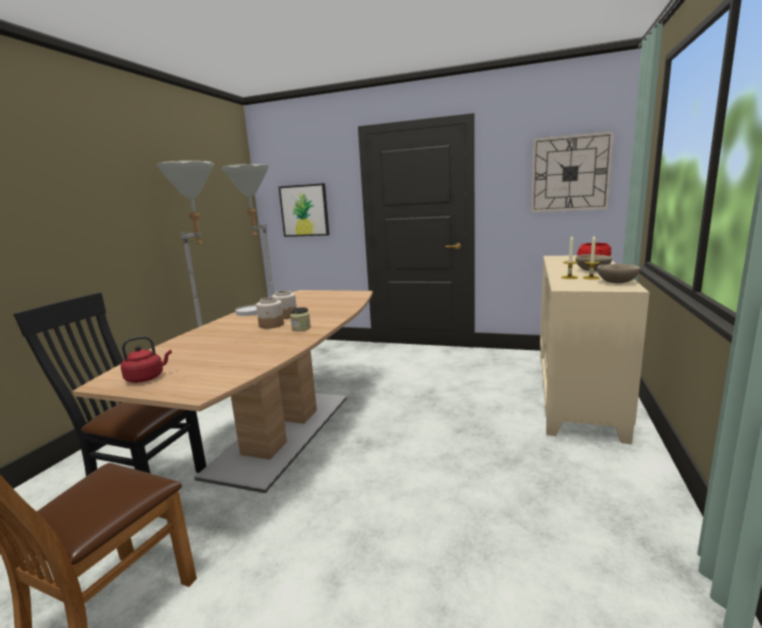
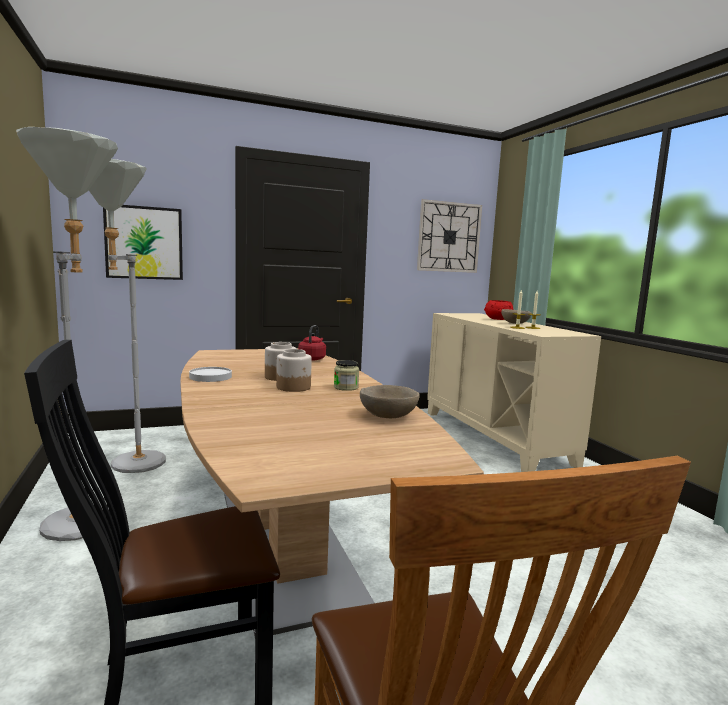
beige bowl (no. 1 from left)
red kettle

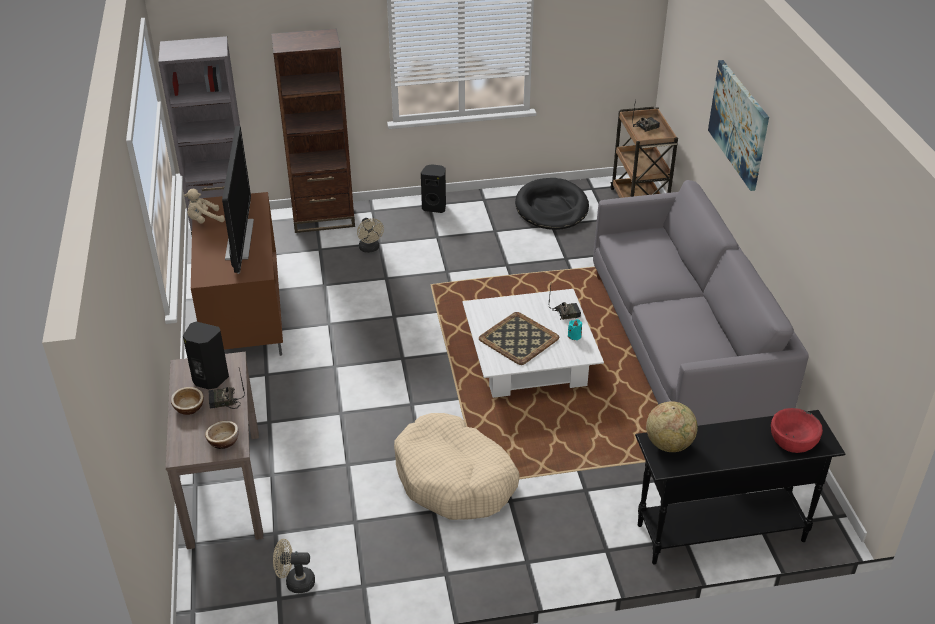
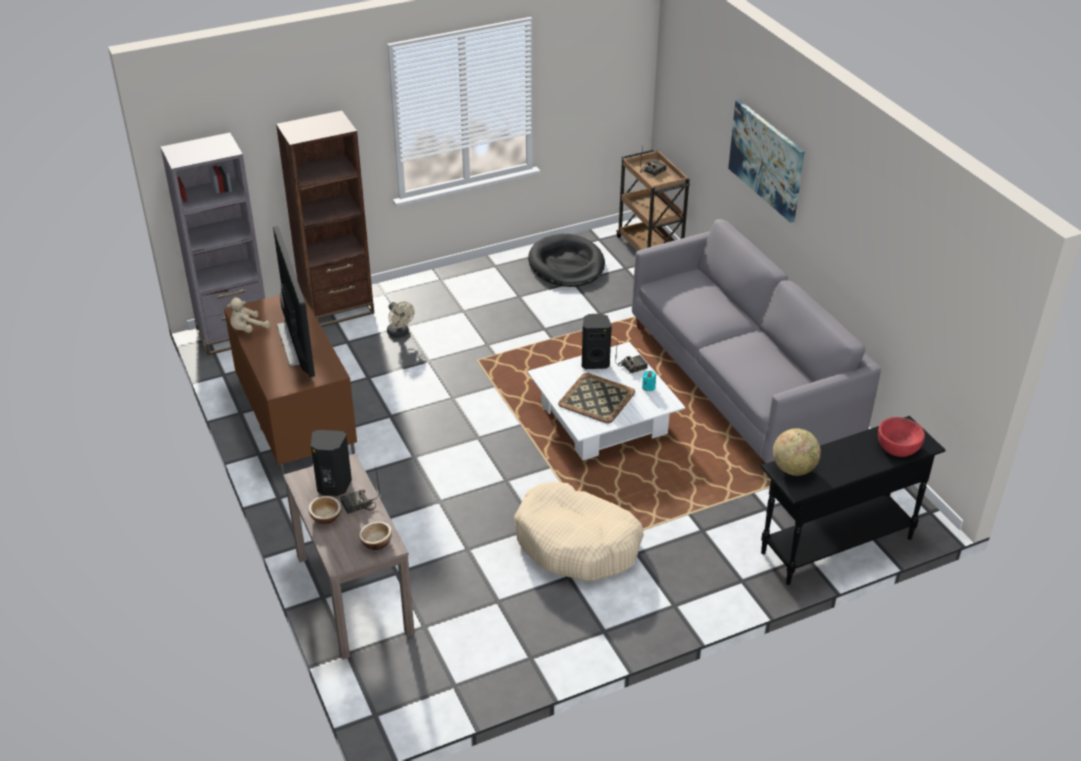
black speaker (no. 2 from left)
beige fan (no. 1 from left in the first image)

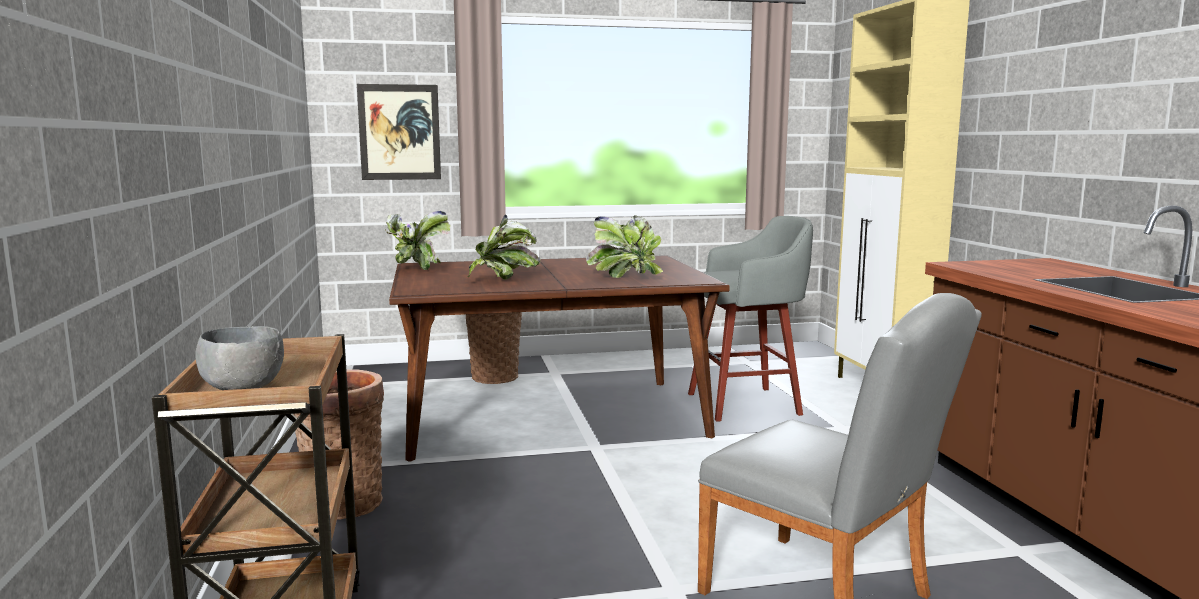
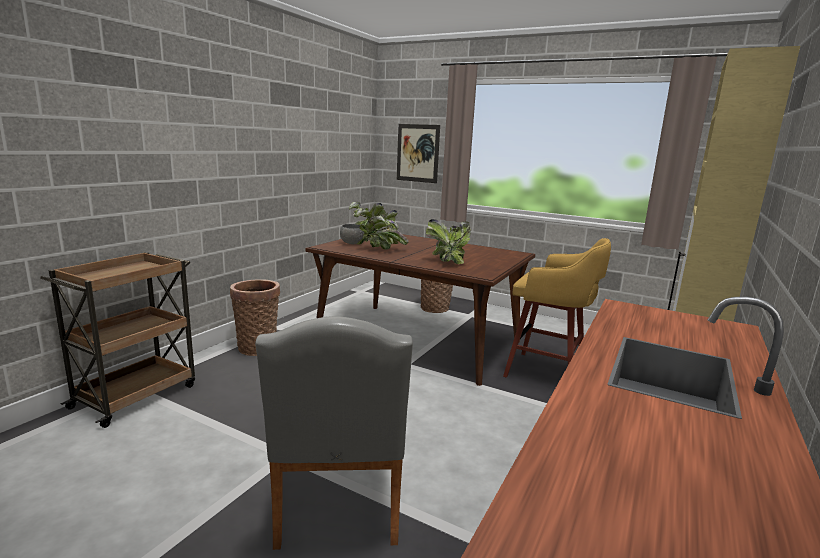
yellow stool
grey bowl

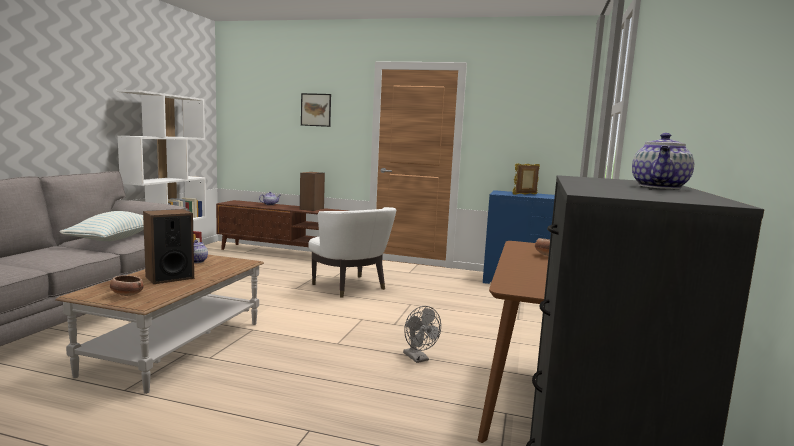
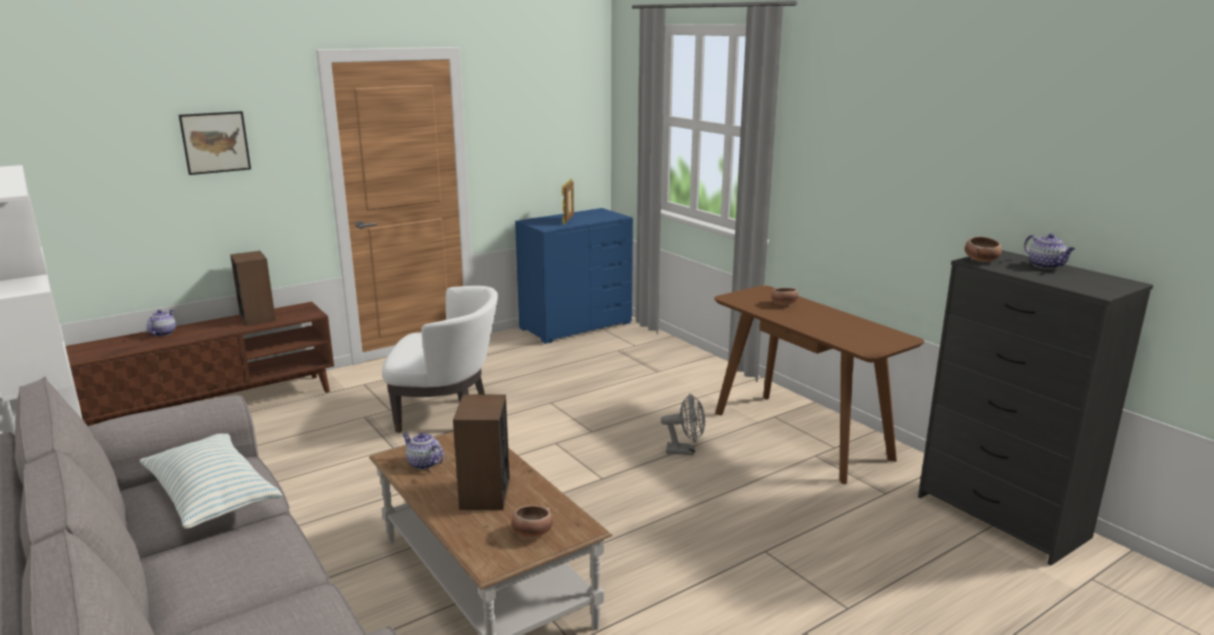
bowl (no. 3 from left)

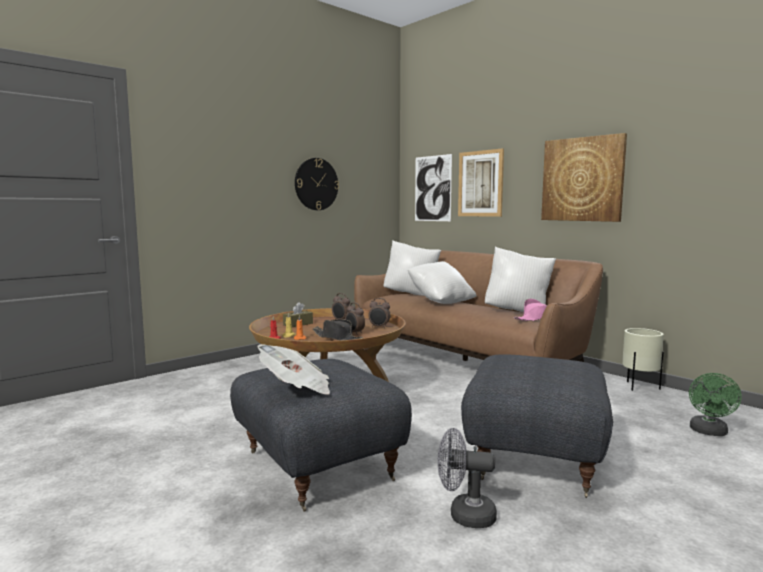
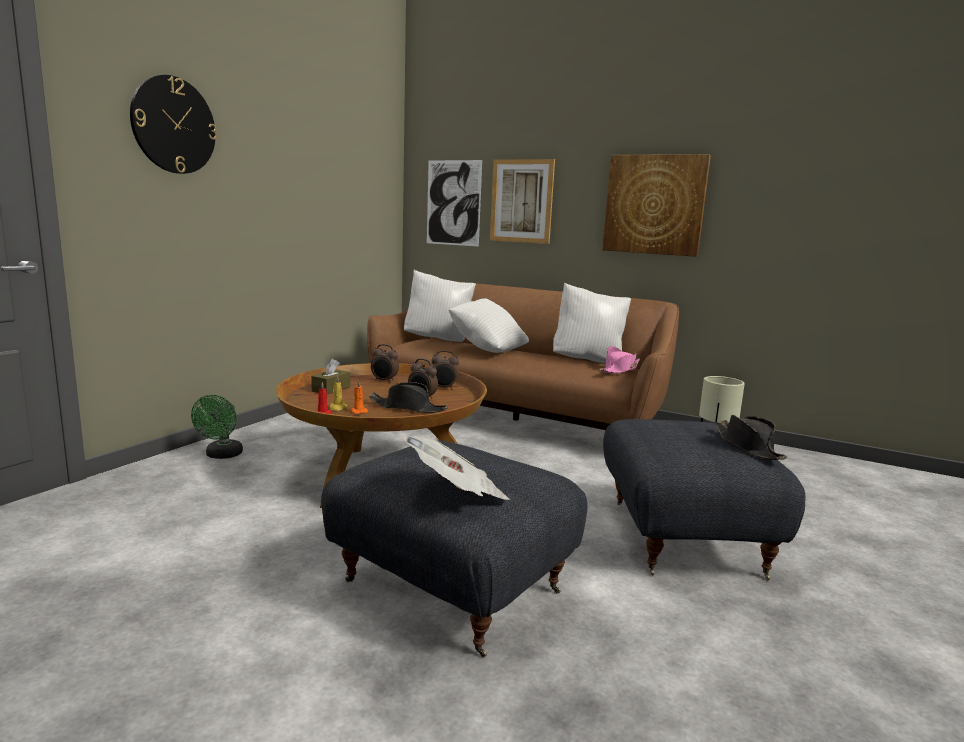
wall clock
green fan
grey fan
black hat (no. 2 from left)

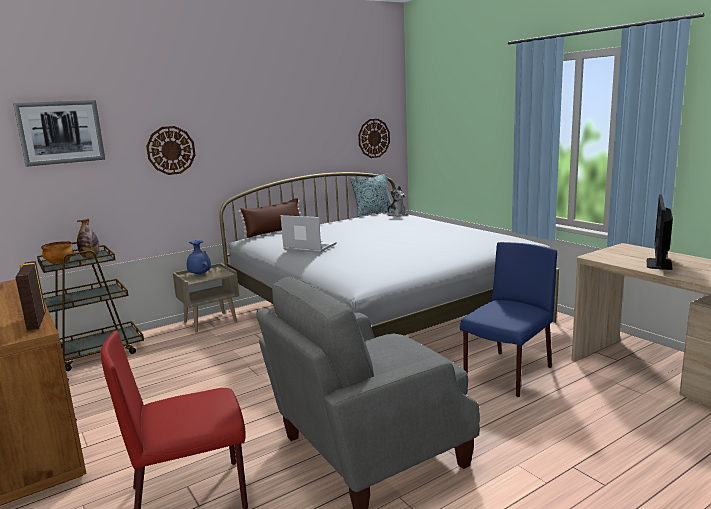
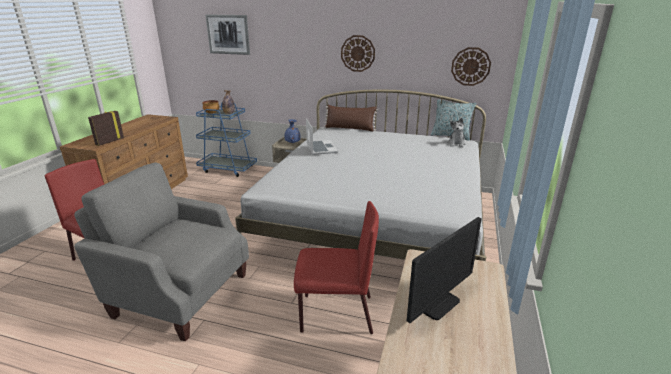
wall clock (no. 1 from left)
monitor
blue cart
red chair (no. 2 from left)

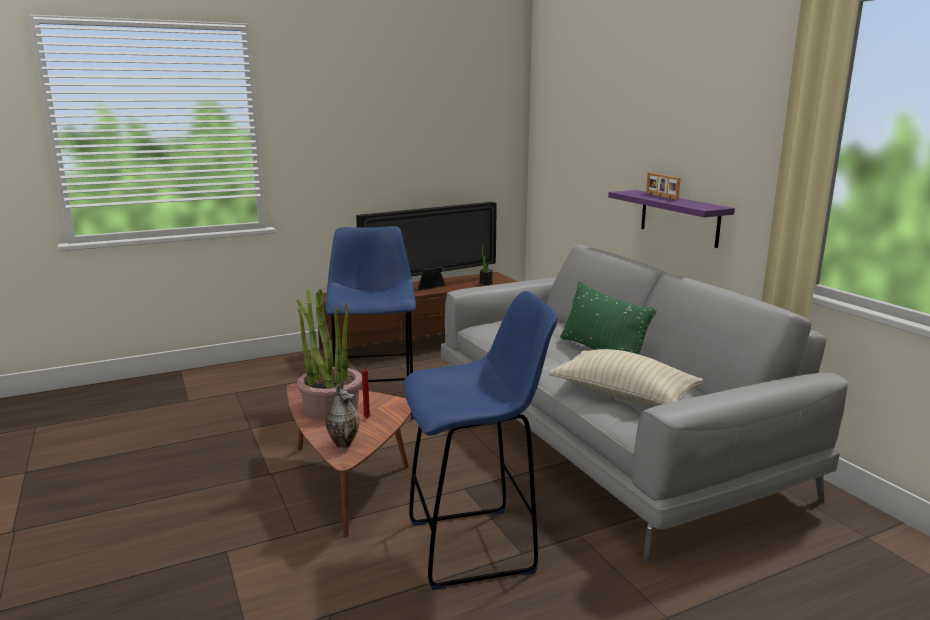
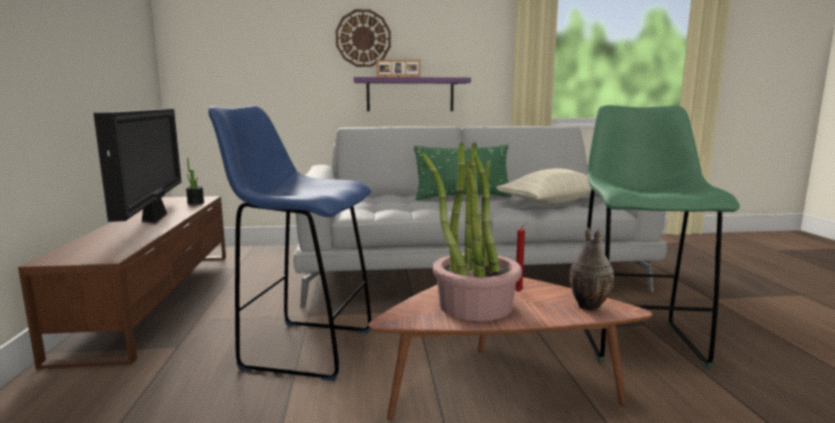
green stool
wall clock

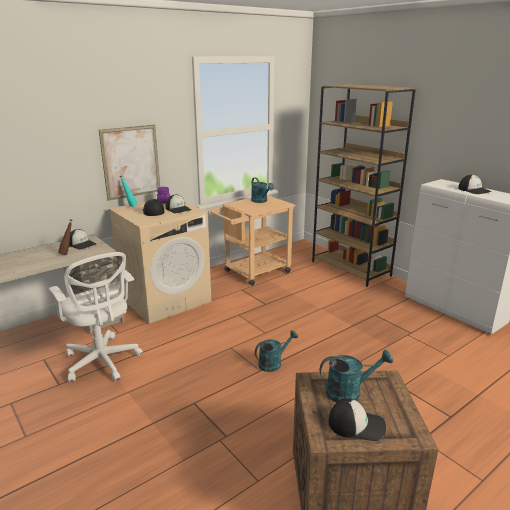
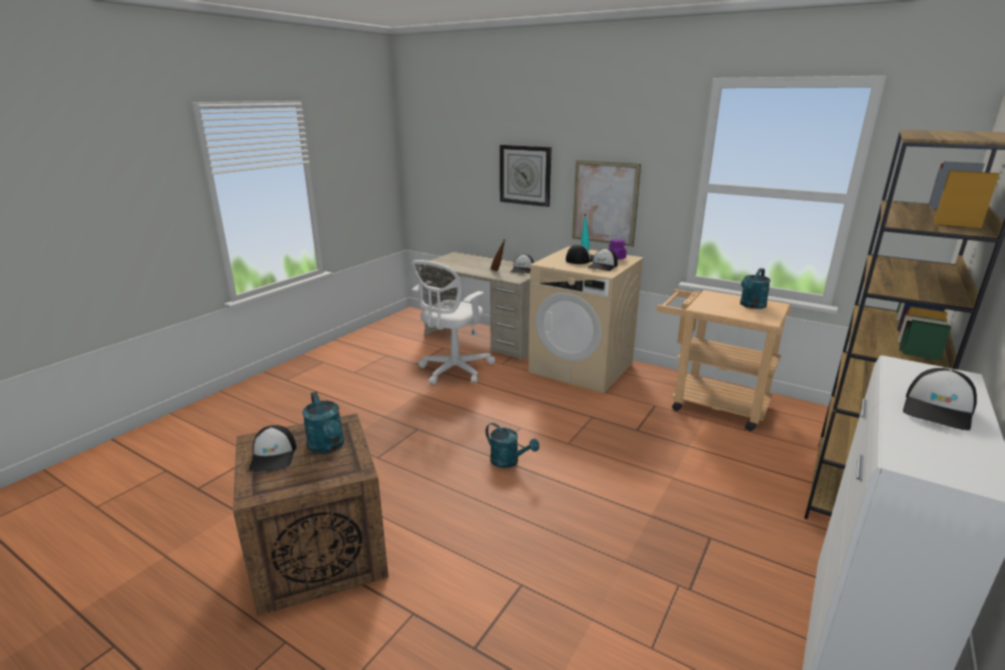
wall clock

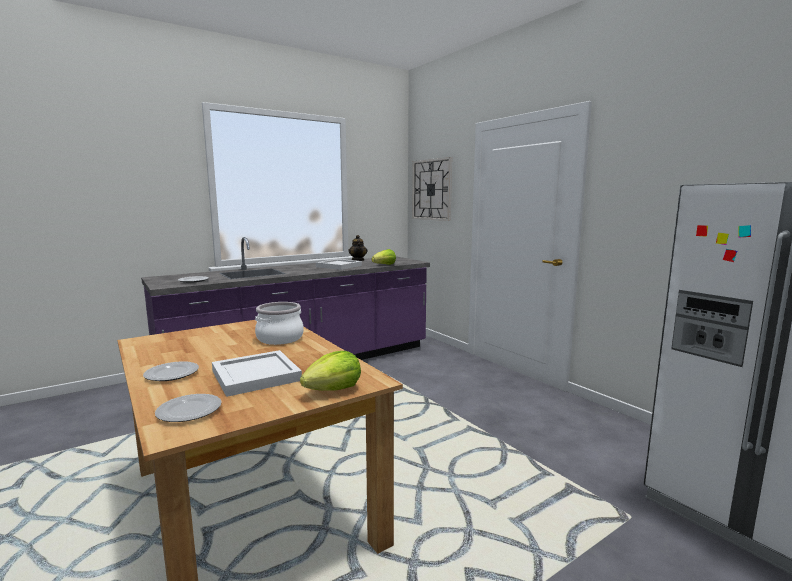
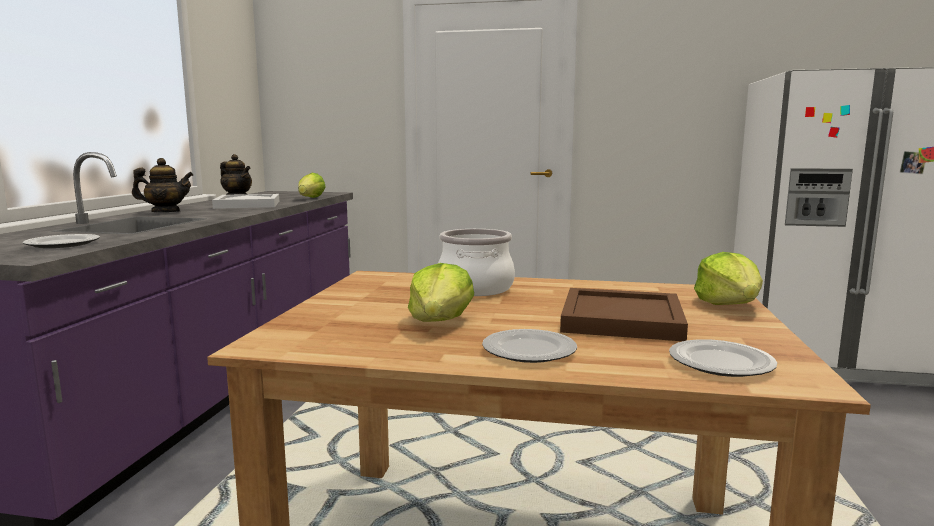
wall clock
brown tray
teapot (no. 1 from left)
lettuce (no. 2 from left)

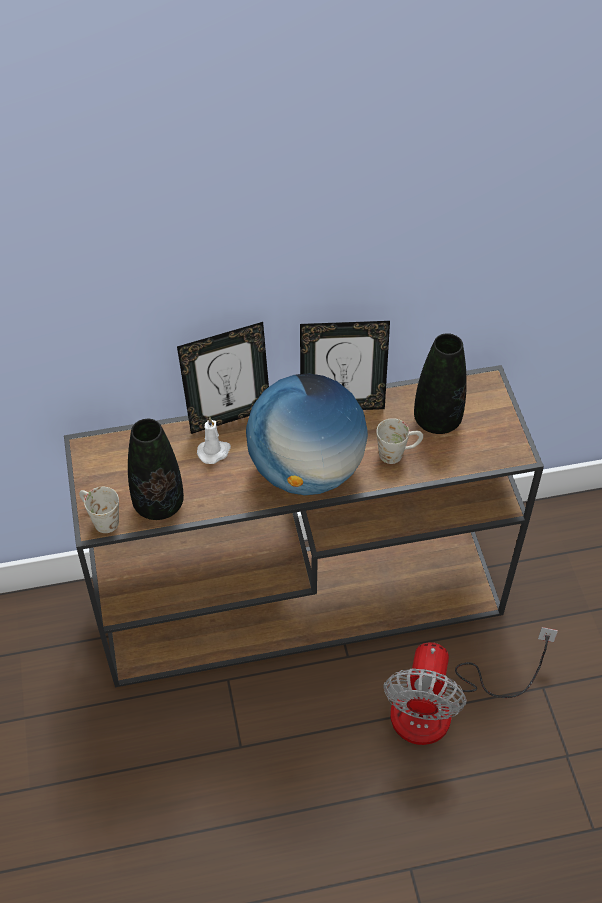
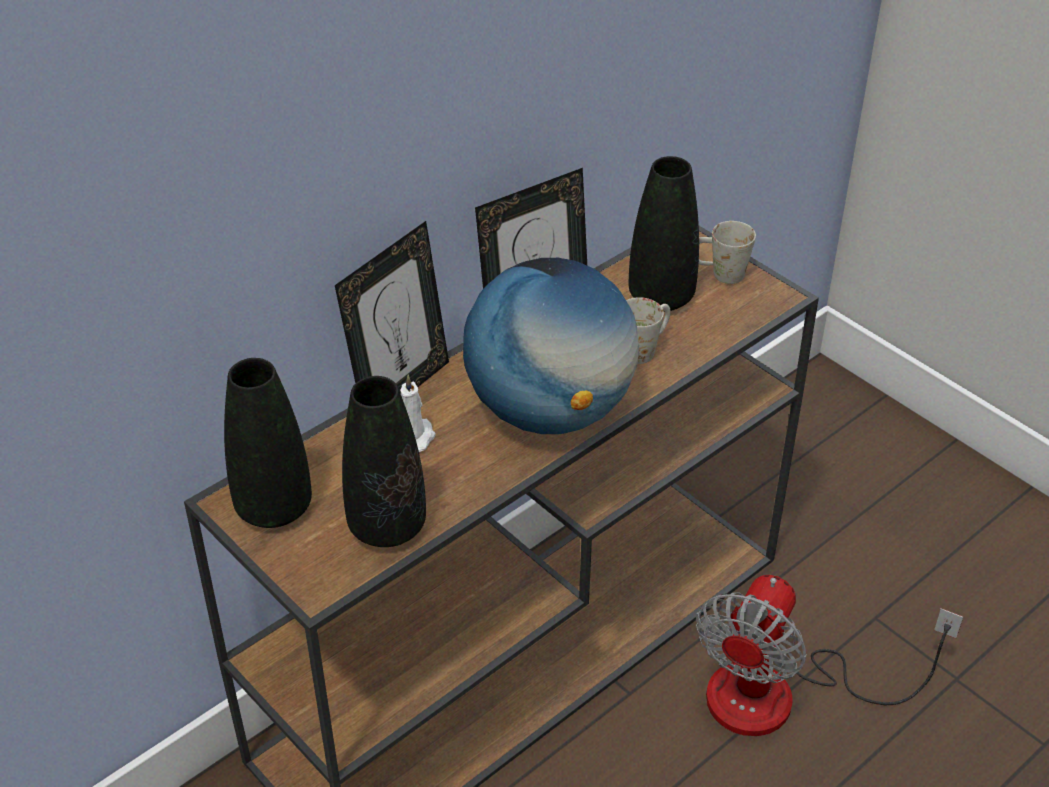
white mug (no. 2 from left)
fan
black vase (no. 1 from left)

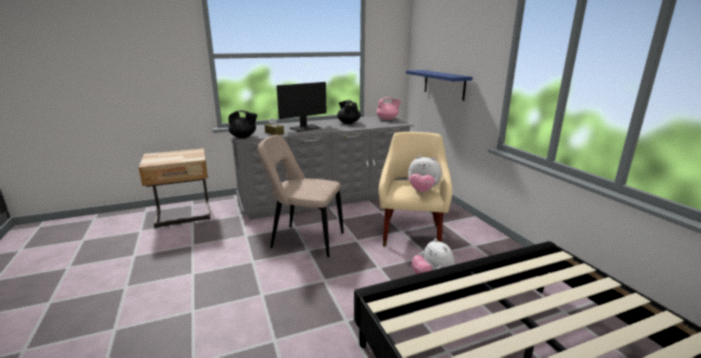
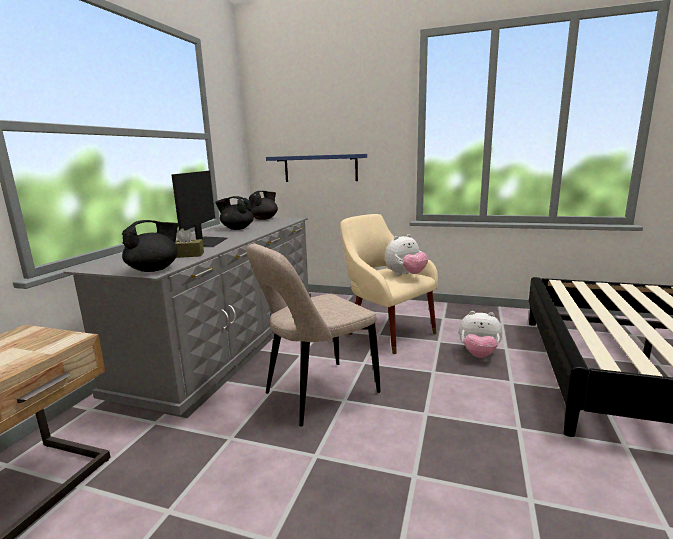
black teapot (no. 3 from left)

